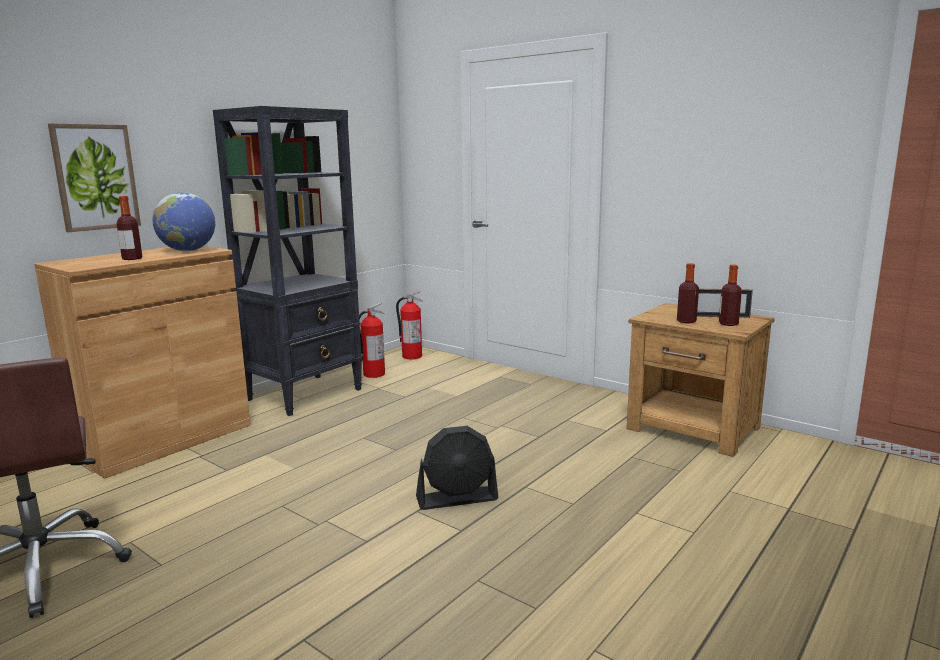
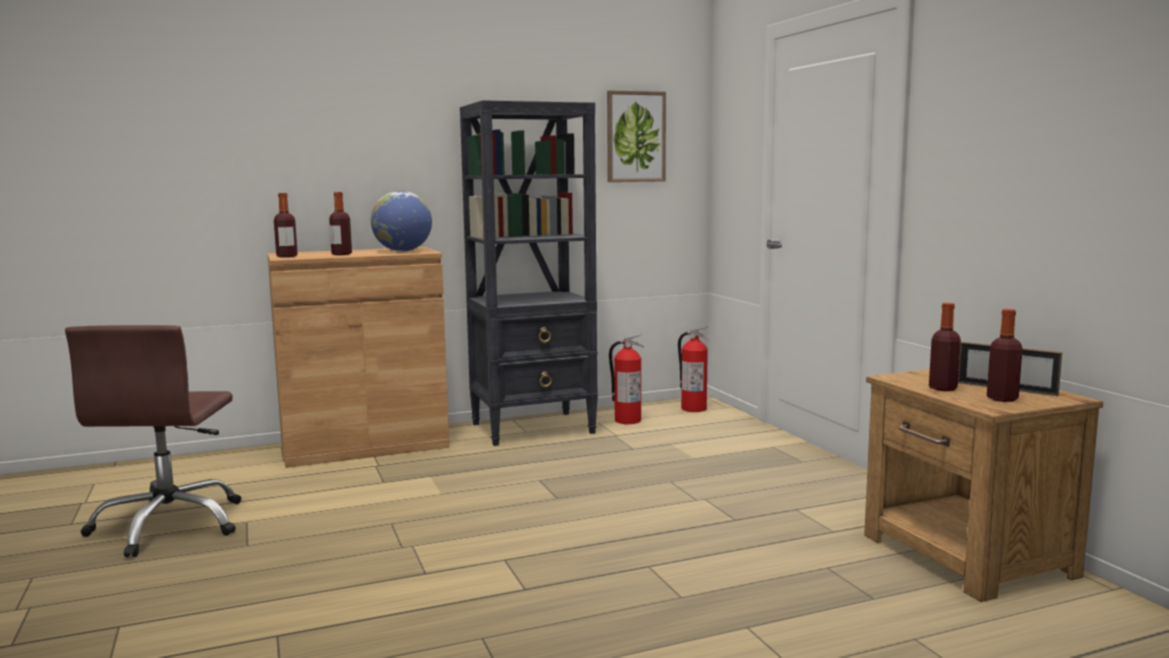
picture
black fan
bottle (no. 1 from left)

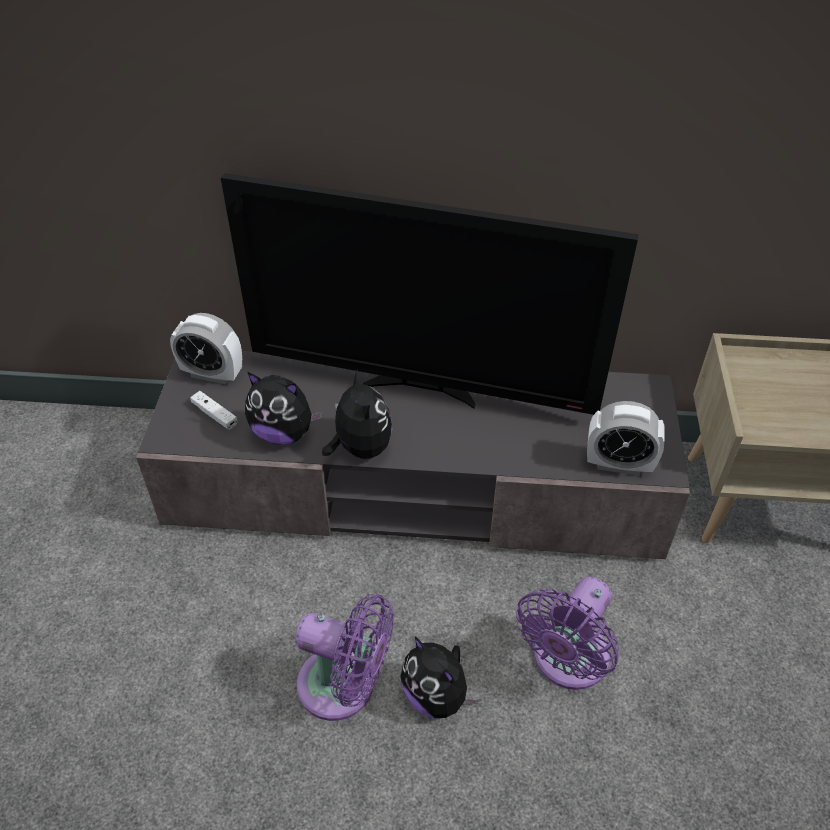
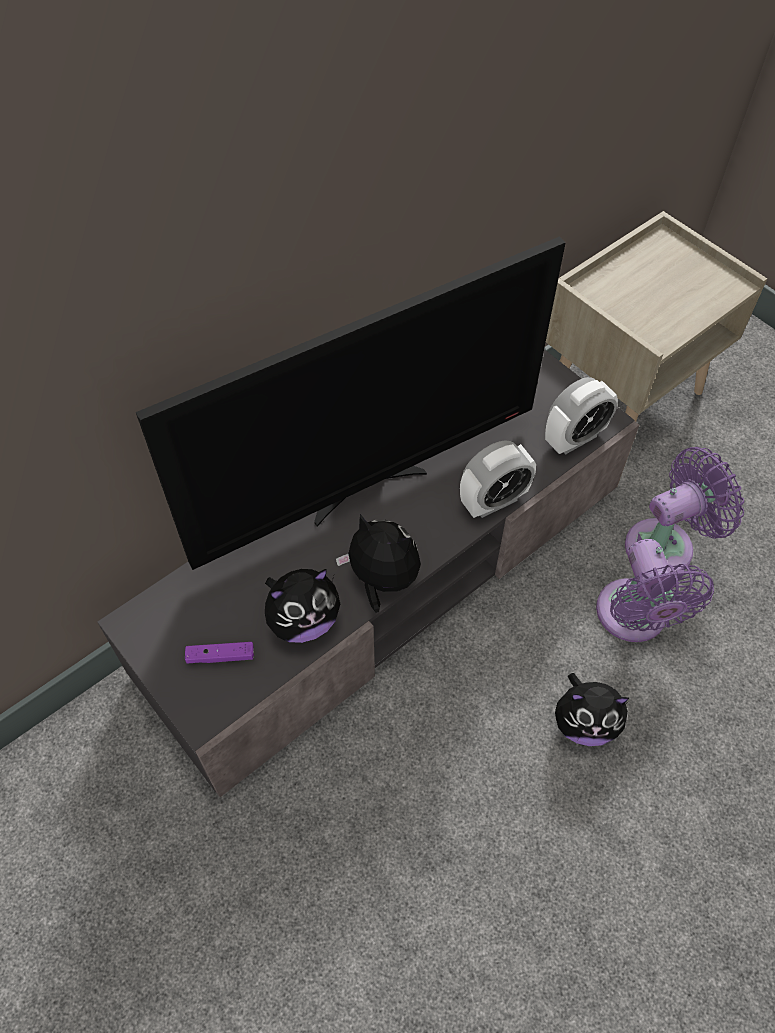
alarm clock (no. 1 from left)
purple game controller
purple fan (no. 2 from left)

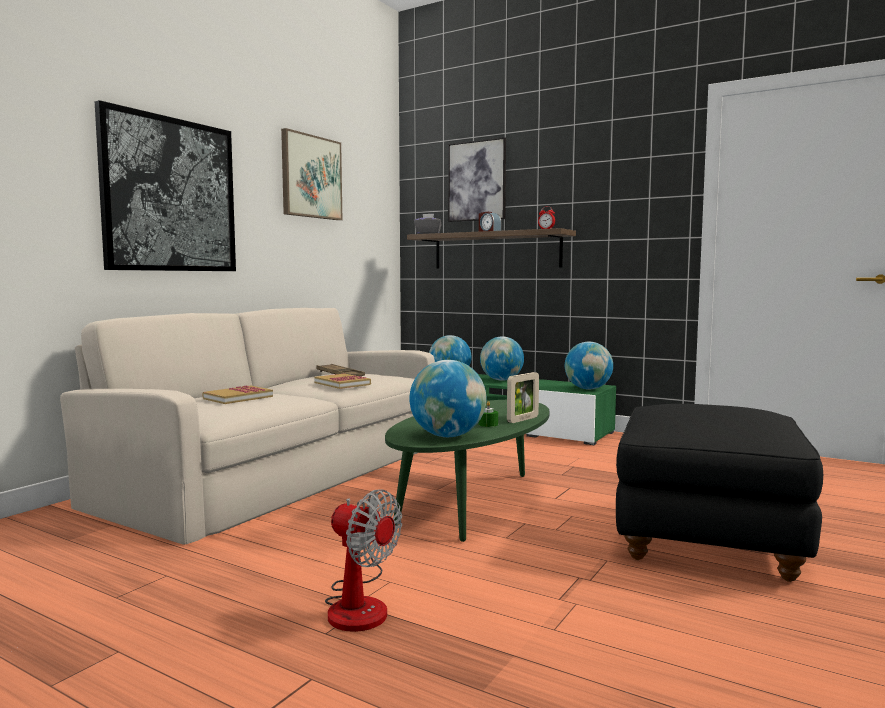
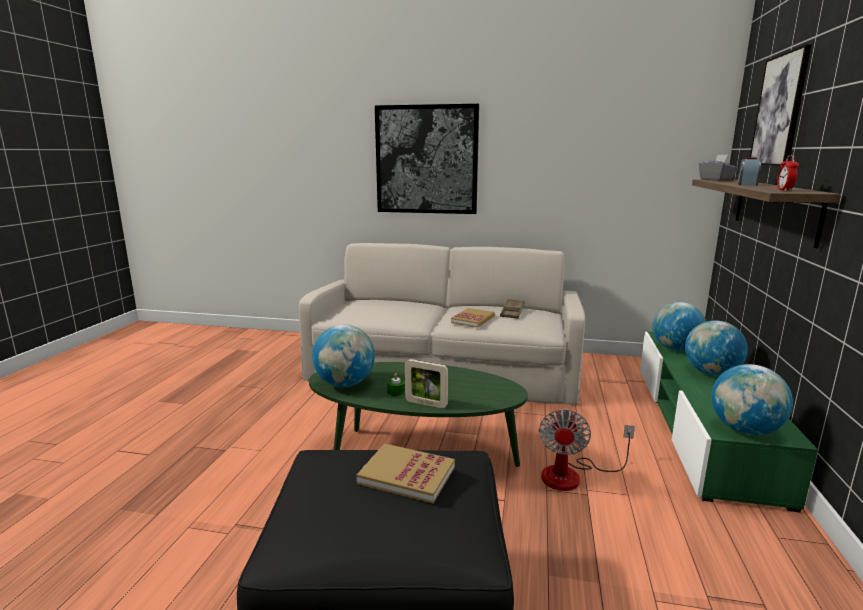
picture (no. 2 from left in the first image)
book (no. 1 from left)
fan

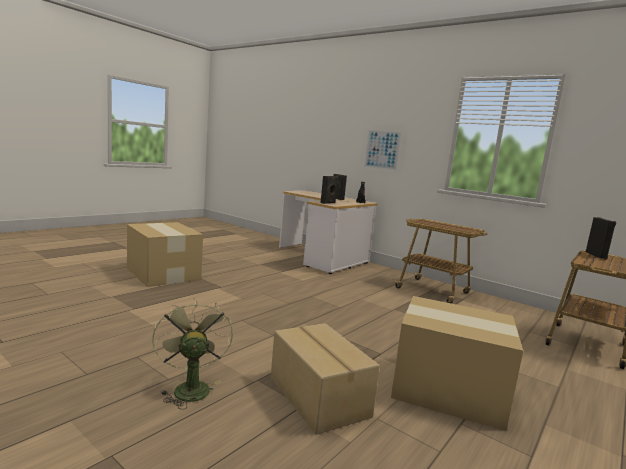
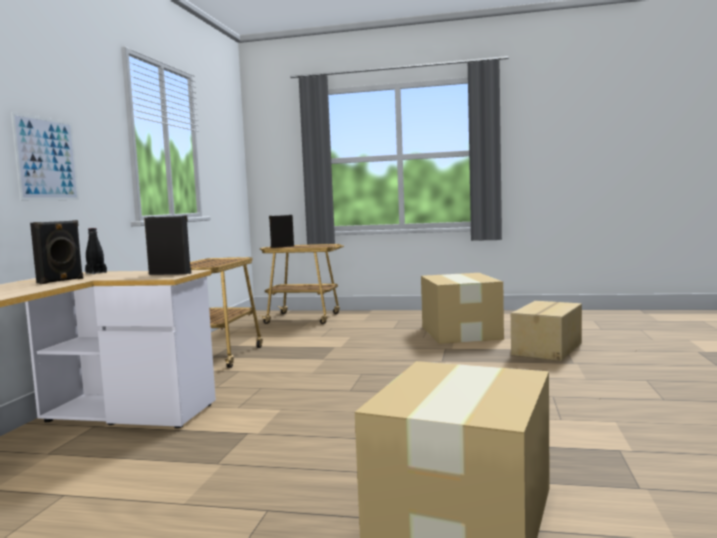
green fan

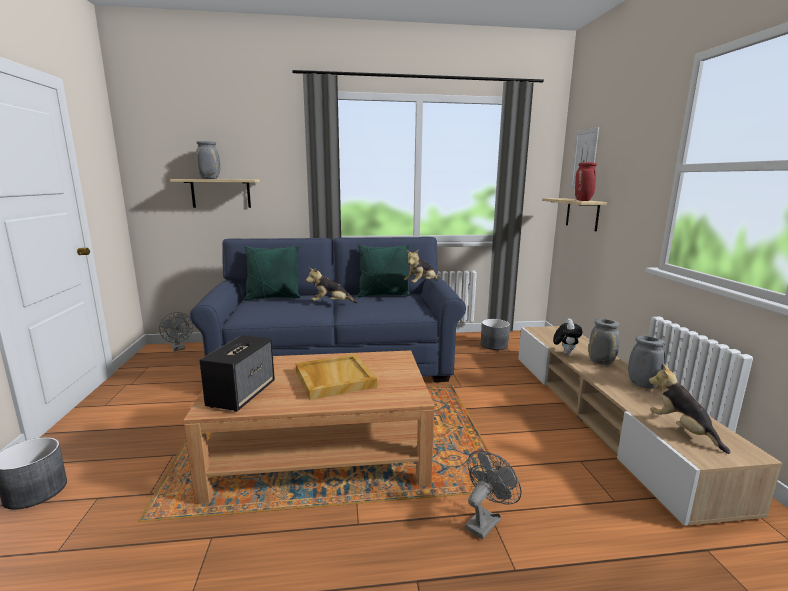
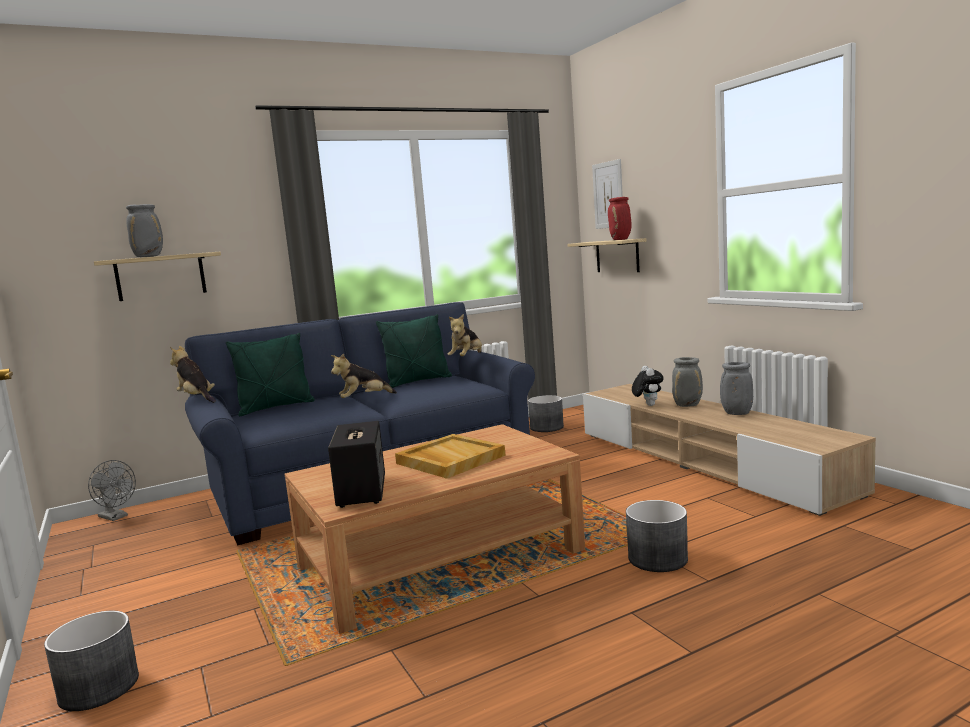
plush toy (no. 1 from left)
grey planter (no. 3 from left)

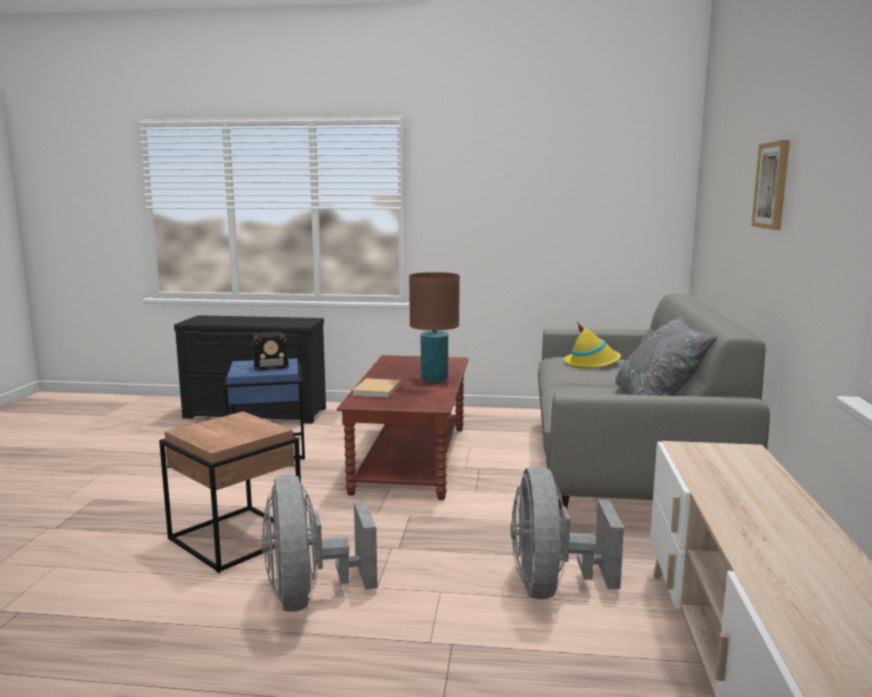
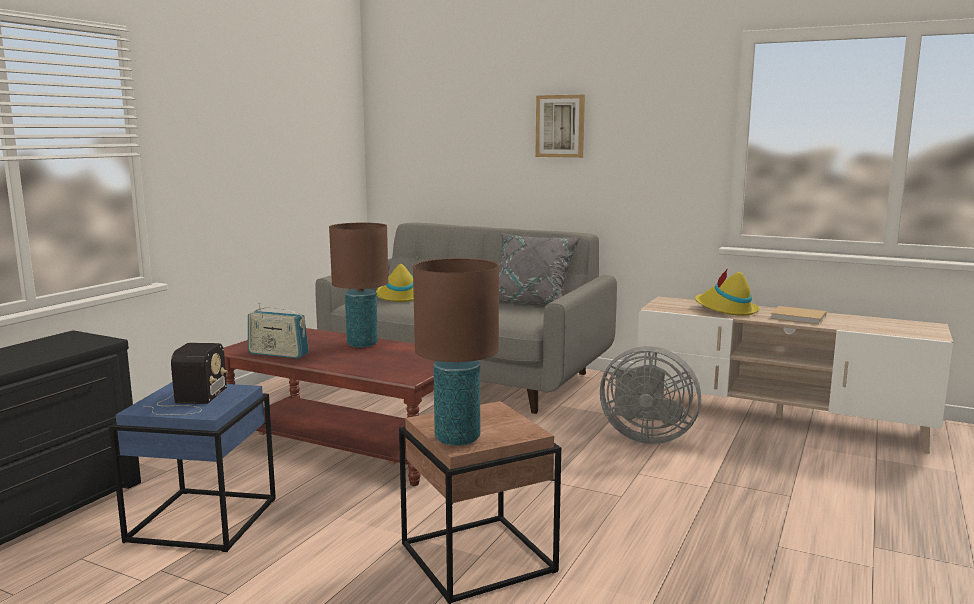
beige book
grey fan (no. 1 from left in the first image)
brown table lamp (no. 2 from left)
yellow hat (no. 2 from left)
radio (no. 2 from left)

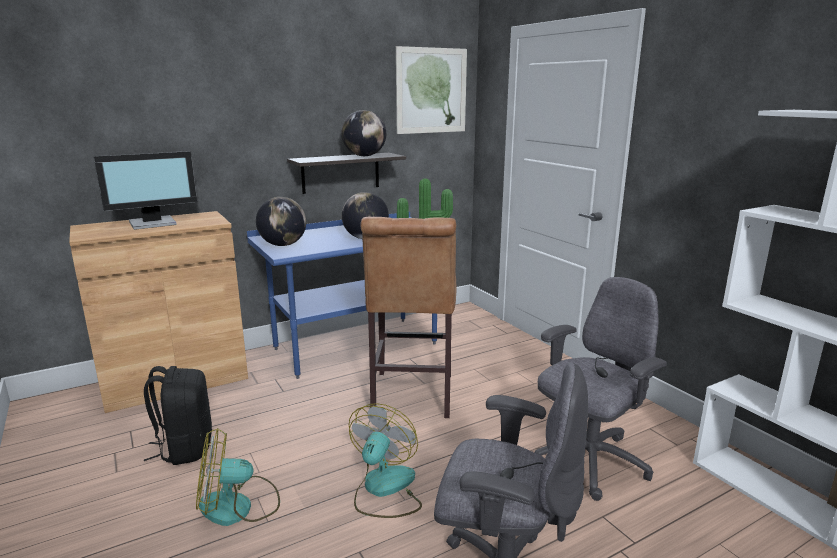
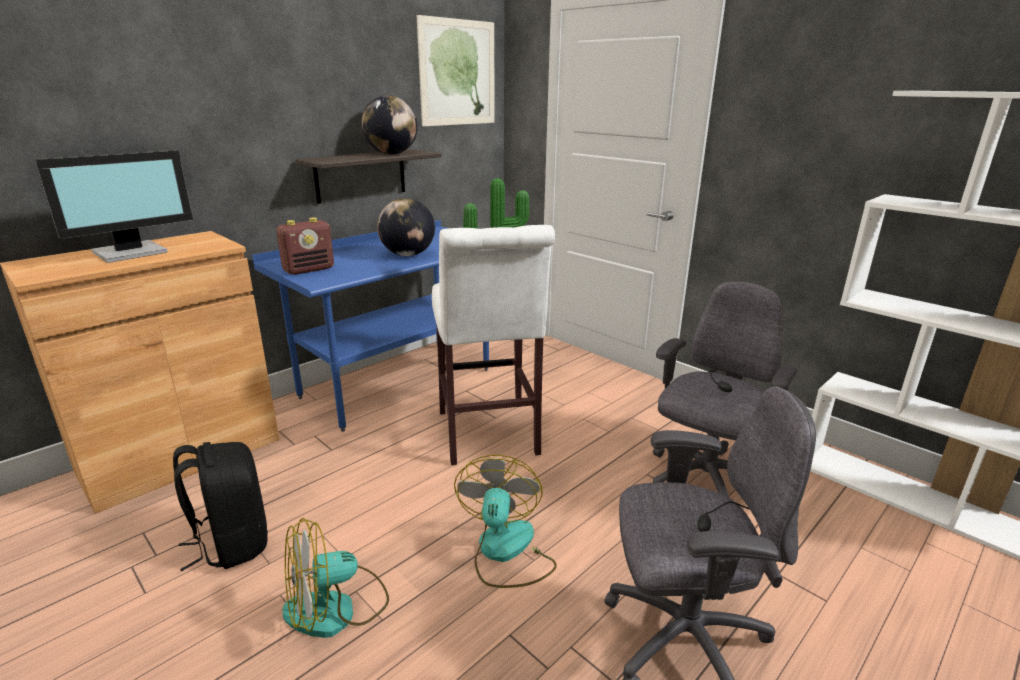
radio
white stool

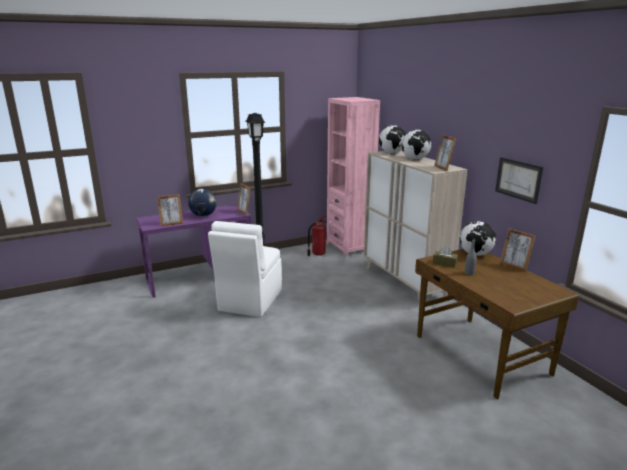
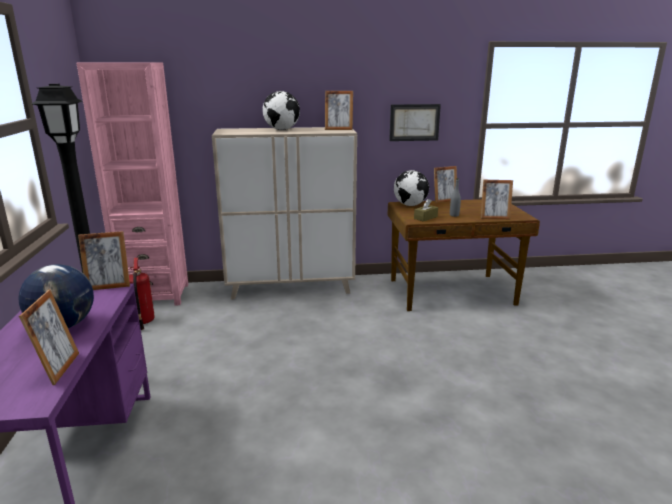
globe (no. 2 from left in the first image)
white chair
picture frame (no. 5 from left)

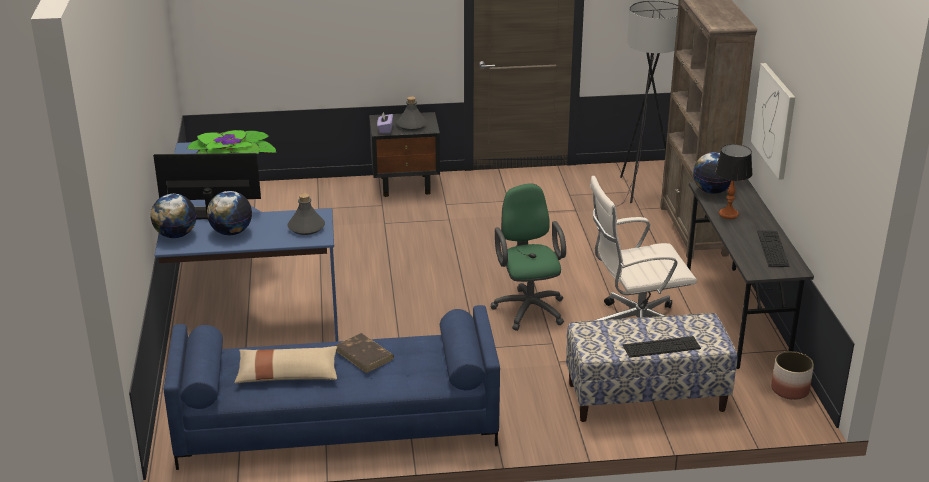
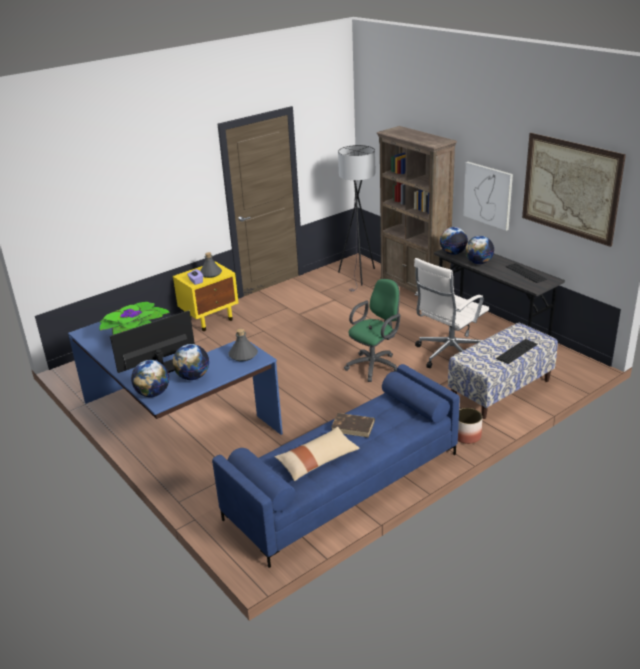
yellow nightstand
globe (no. 4 from left)
green office chair
planter
picture (no. 2 from left)

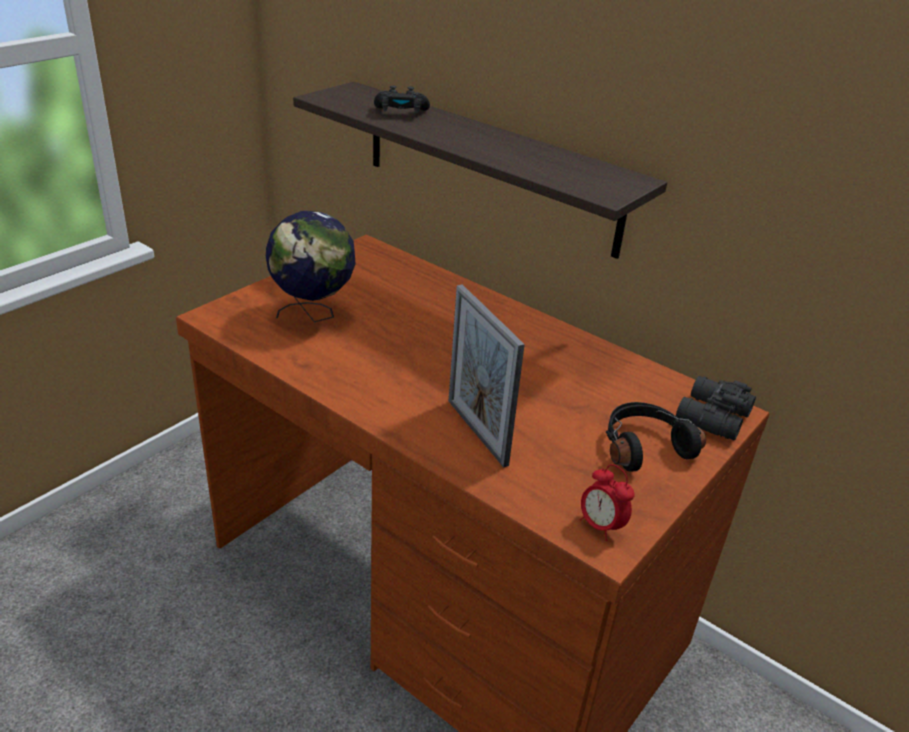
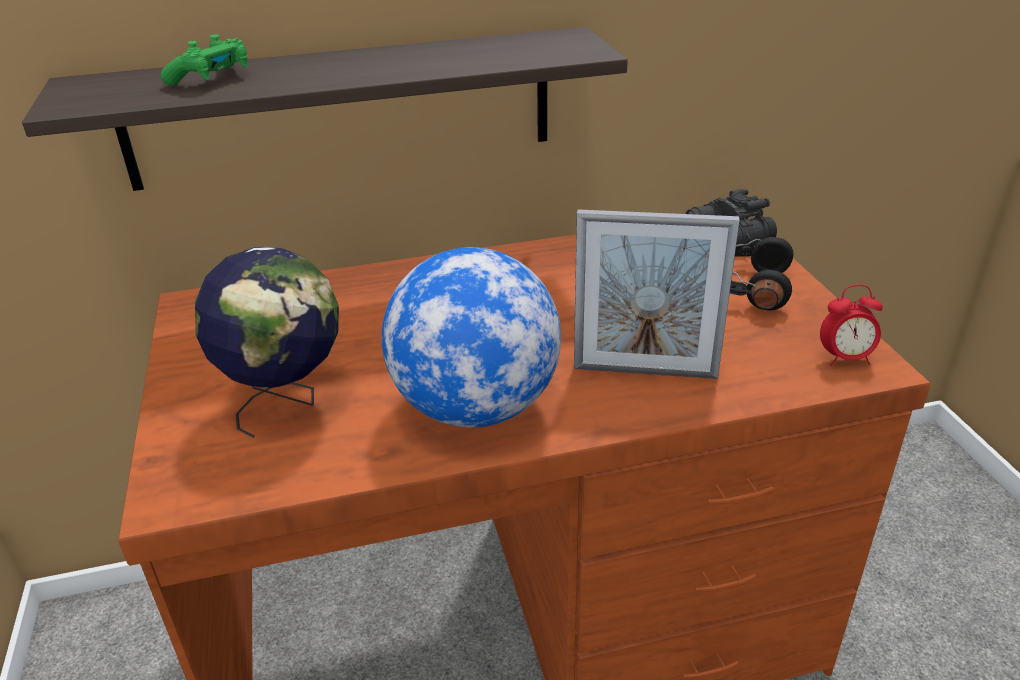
green game controller
globe (no. 2 from left)

